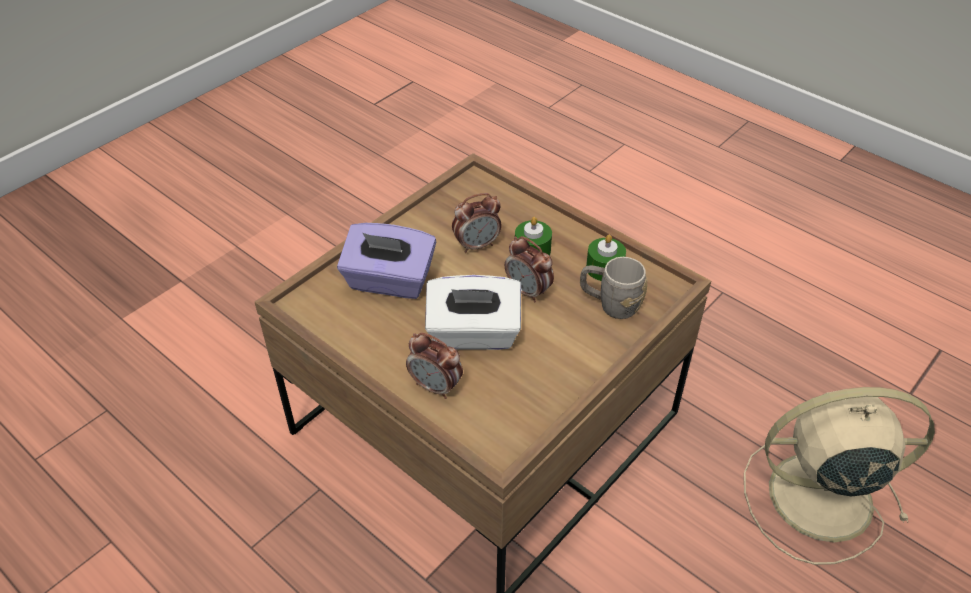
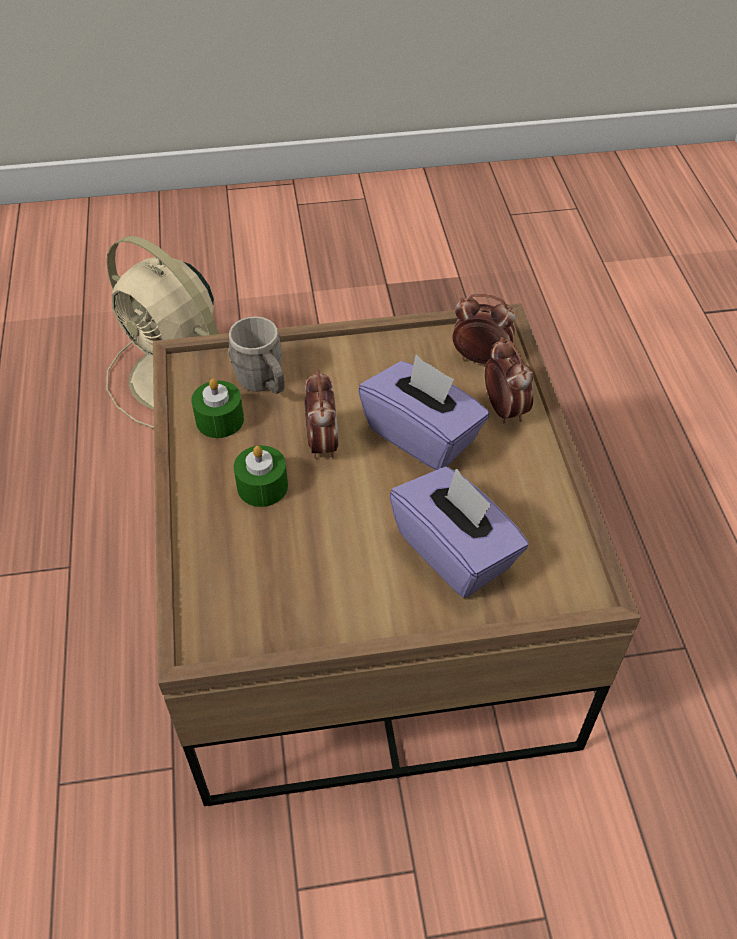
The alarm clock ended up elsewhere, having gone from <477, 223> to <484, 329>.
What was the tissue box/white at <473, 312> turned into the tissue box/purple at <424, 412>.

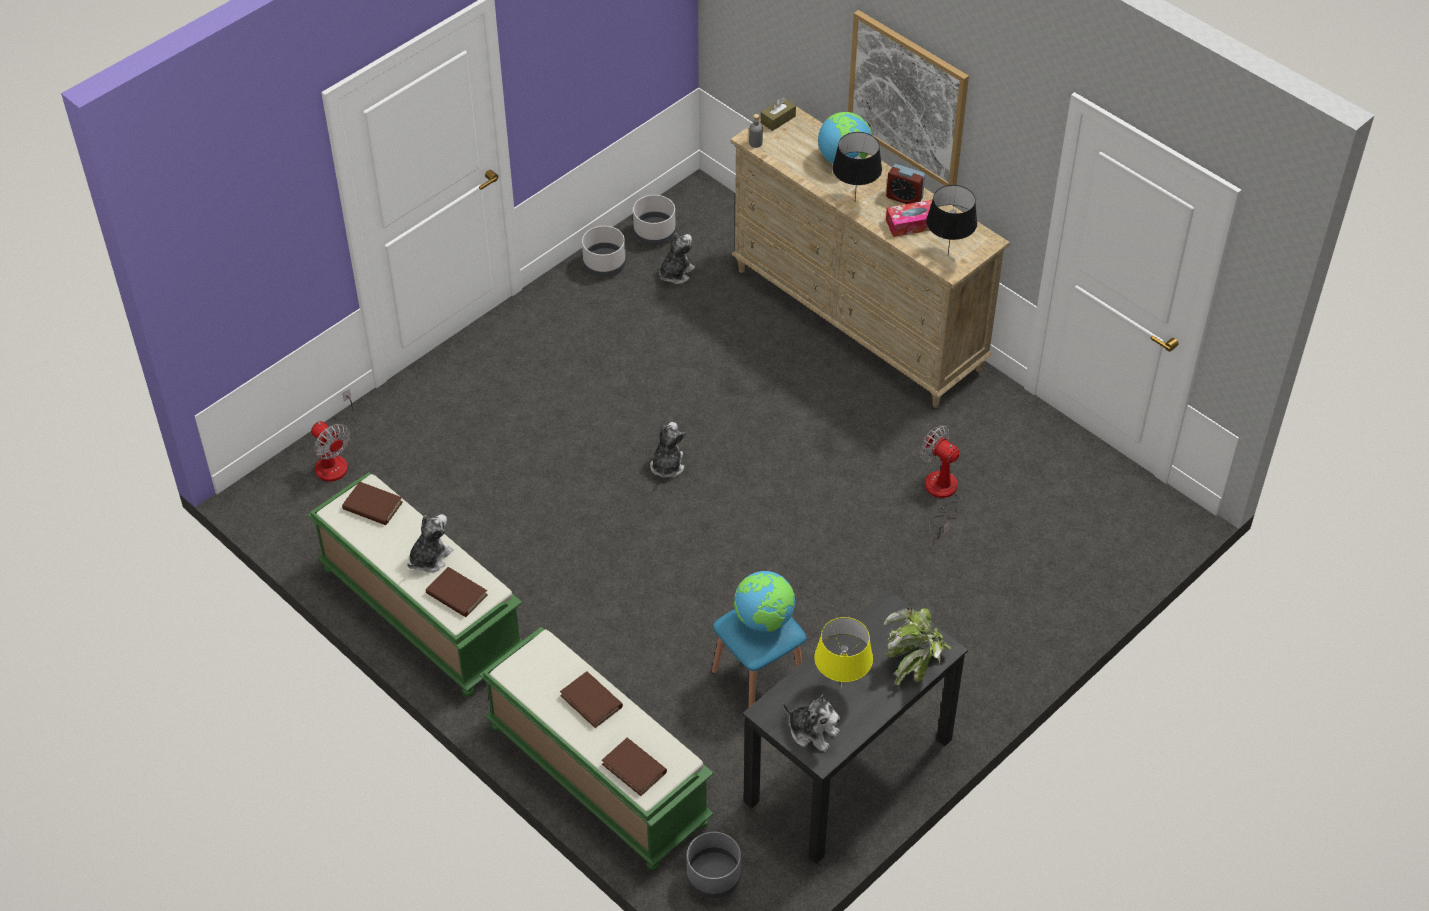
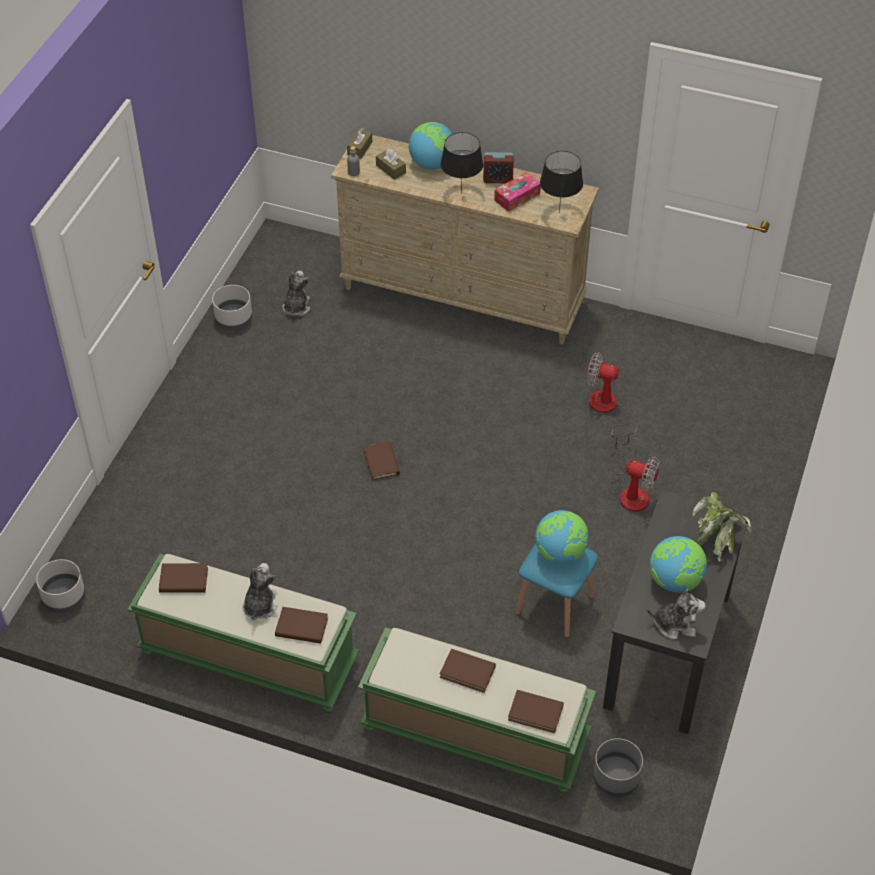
The second view lost the picture at <908, 98>.
The planter/grey ended up elsewhere, having gone from <654, 220> to <60, 586>.
The fan ended up elsewhere, having gone from <334, 435> to <634, 470>.
Where the plush toy stood at <667, 450>, the book/brown came to stand at <381, 461>.
Where the table lamp/yellow stood at <843, 652>, the globe came to stand at <678, 564>.
The second view gained the tissue box/brown at <391, 164>.

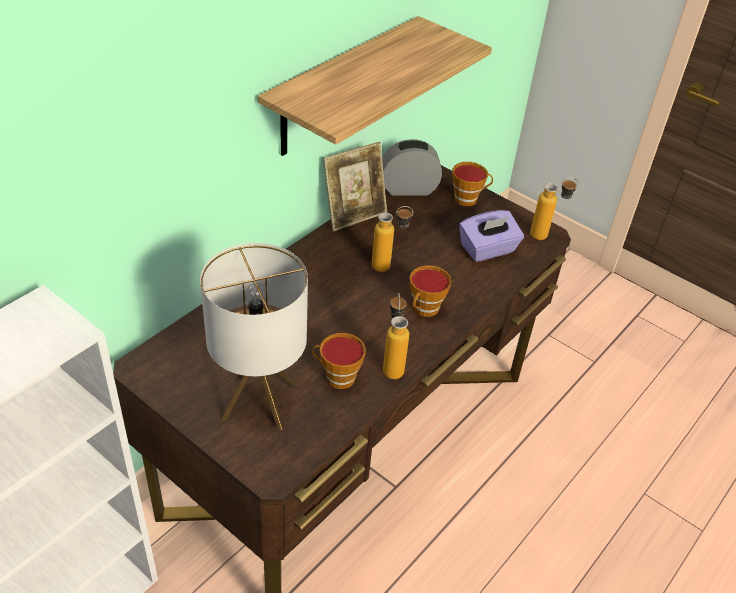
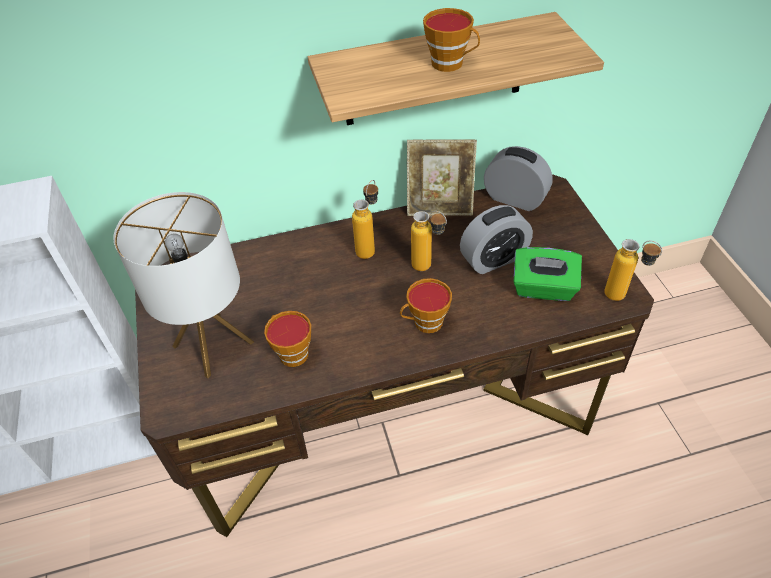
The cup ended up elsewhere, having gone from <472, 184> to <451, 40>.
What was the tissue box/purple at <491, 236> turned into the tissue box/green at <548, 274>.
The bottle ended up elsewhere, having gone from <396, 336> to <365, 219>.
The second view gained the alarm clock at <496, 239>.

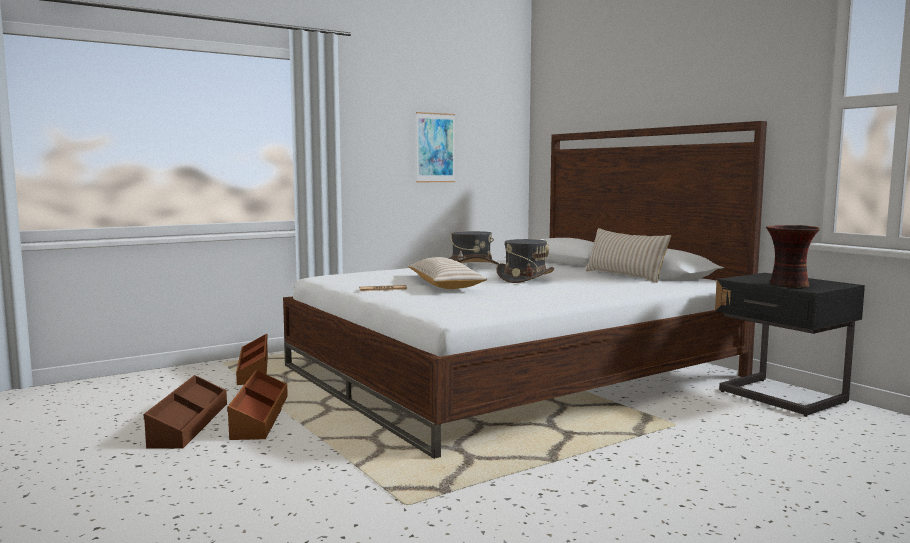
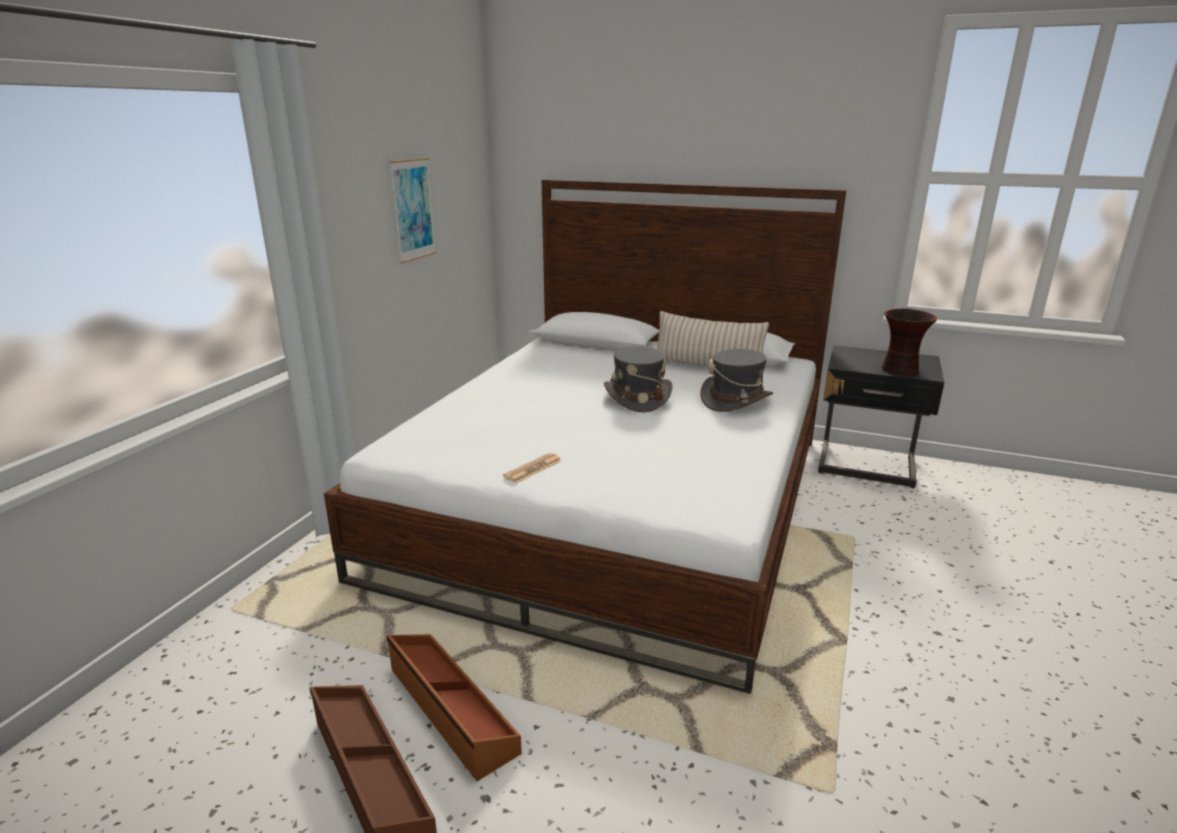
The hat/grey ended up elsewhere, having gone from <474, 248> to <736, 380>.
The second view lost the pillow/beige at <447, 273>.
The second view lost the storage box/brown at <252, 359>.

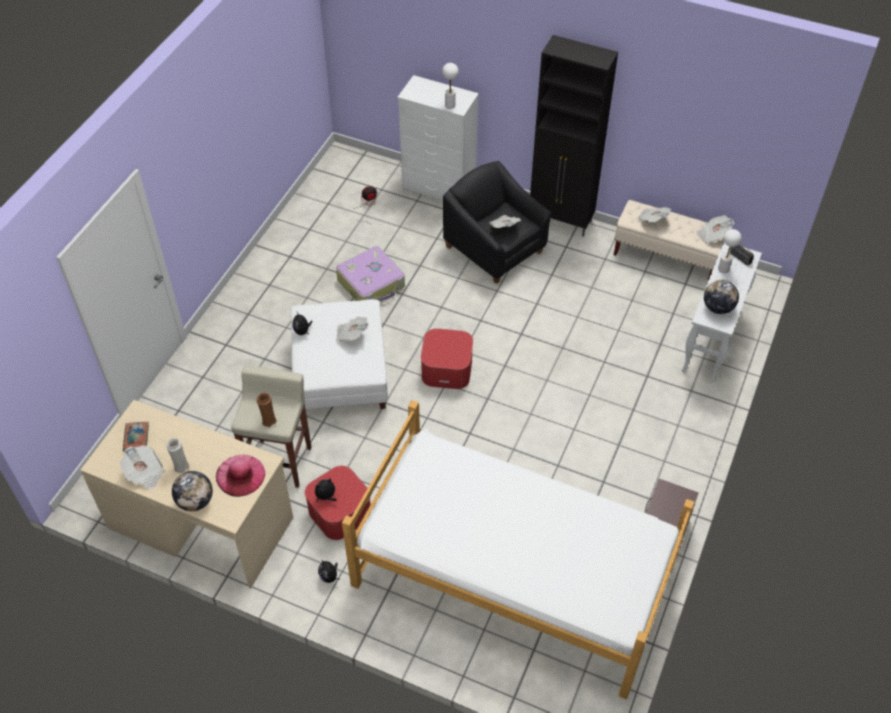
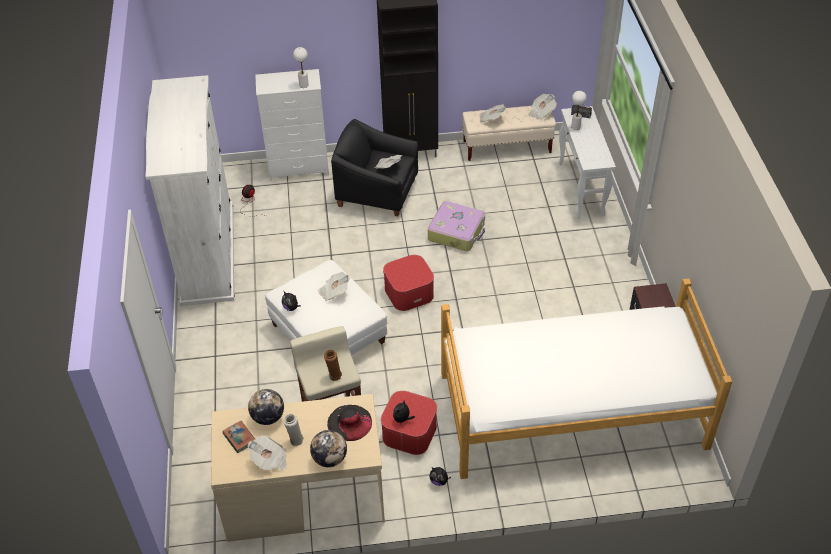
The suitcase ended up elsewhere, having gone from <370, 273> to <456, 226>.
The globe ended up elsewhere, having gone from <721, 297> to <266, 407>.
What was the hat/pink at <240, 476> turned into the hat/black at <349, 423>.
The second view gained the wardrobe/white at <189, 190>.

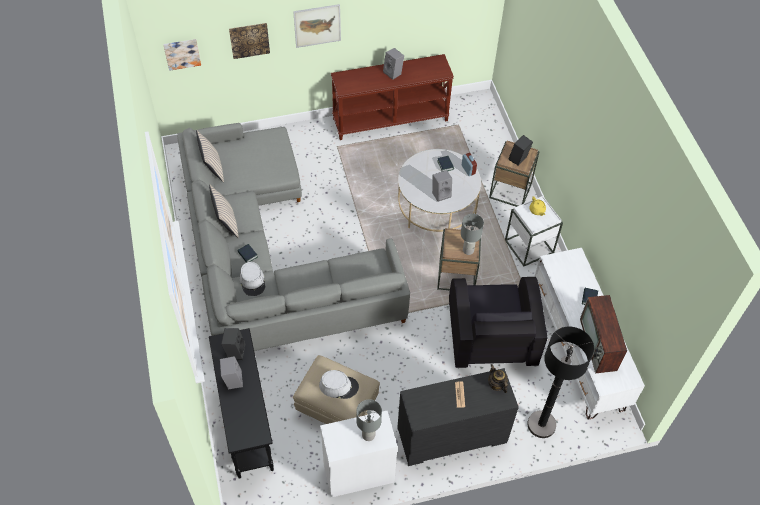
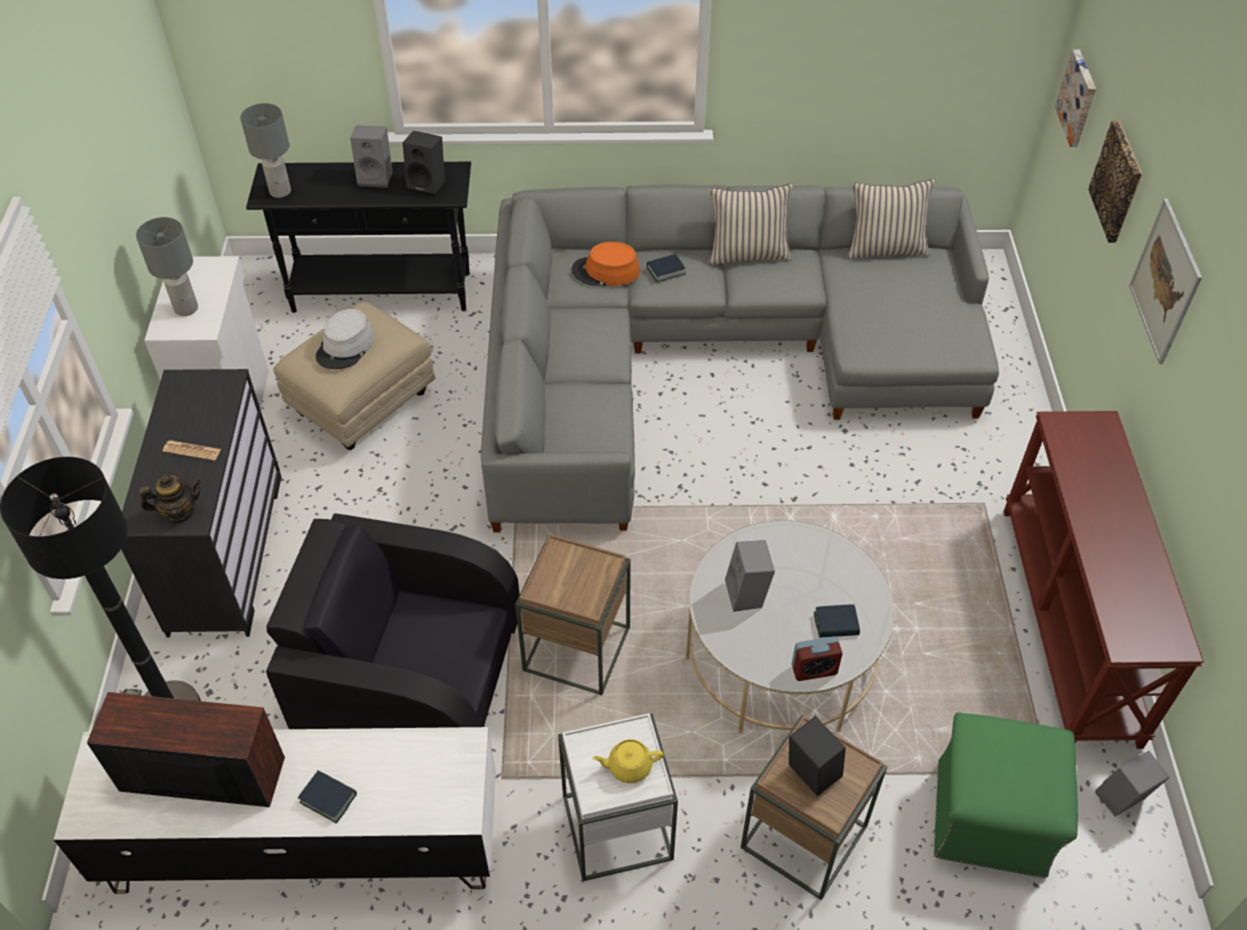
The speaker/grey ended up elsewhere, having gone from <393, 64> to <1132, 784>.
The table lamp/grey ended up elsewhere, having gone from <472, 234> to <265, 150>.
What was the hat/grey at <253, 279> turned into the hat/orange at <606, 264>.
The second view gained the ottoman/green at <1006, 795>.

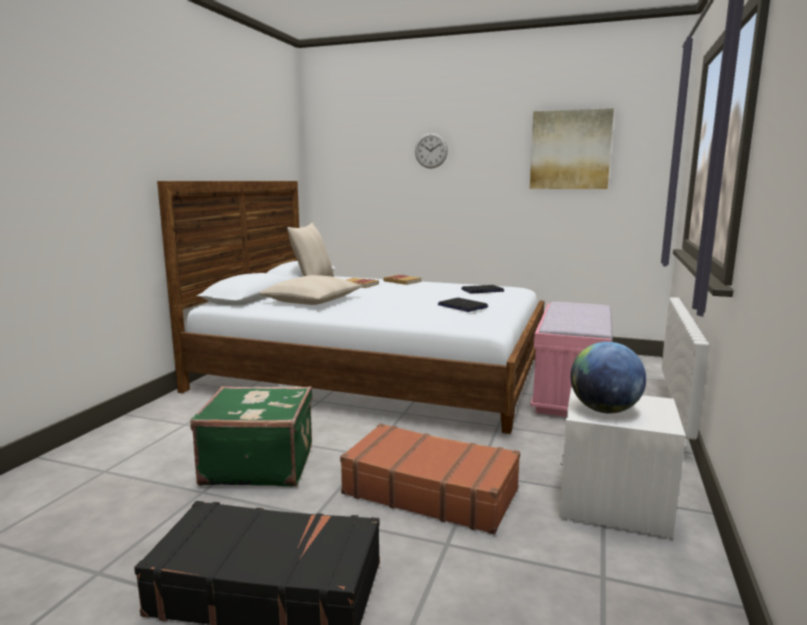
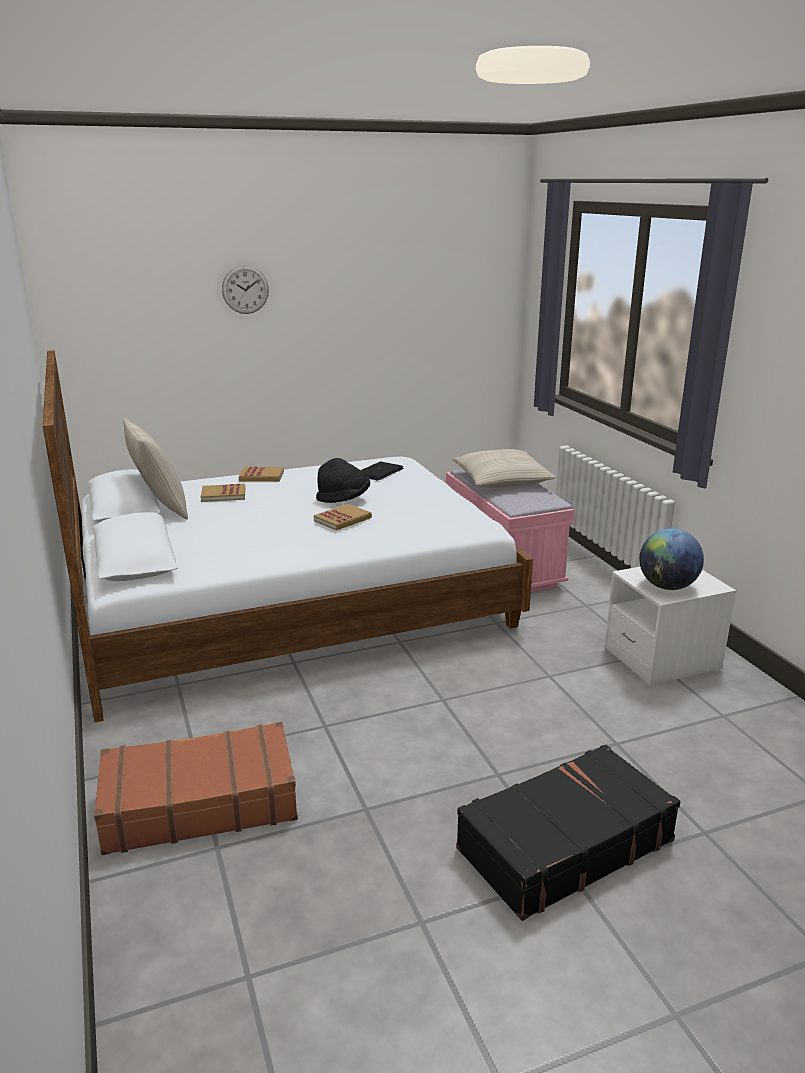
The second view lost the picture at <572, 148>.
The pillow/beige ended up elsewhere, having gone from <310, 290> to <504, 468>.
The second view lost the laptop at <463, 305>.
The second view lost the suitcase/green at <251, 436>.
The suitcase/brown ended up elsewhere, having gone from <430, 479> to <196, 788>.
The second view gained the hat/black at <343, 480>.
The second view gained the book at <343, 517>.

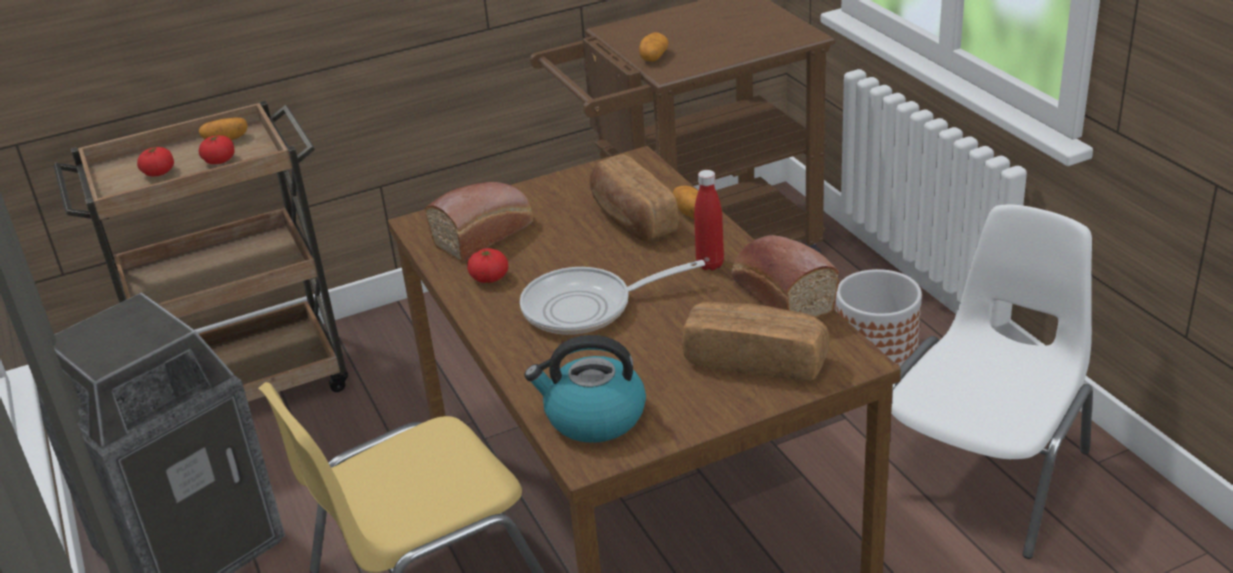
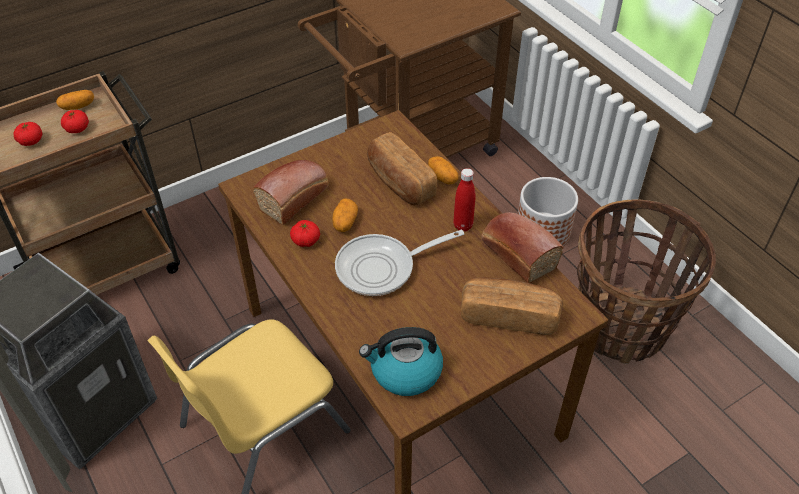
The potato ended up elsewhere, having gone from <654, 47> to <345, 215>.
Where the chair/white stood at <992, 381>, the basket came to stand at <646, 281>.

